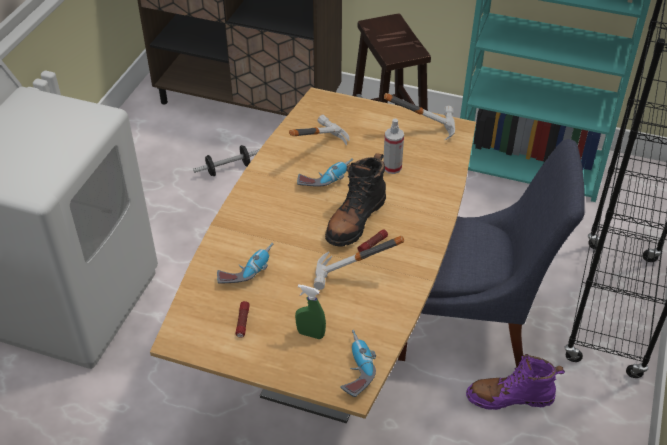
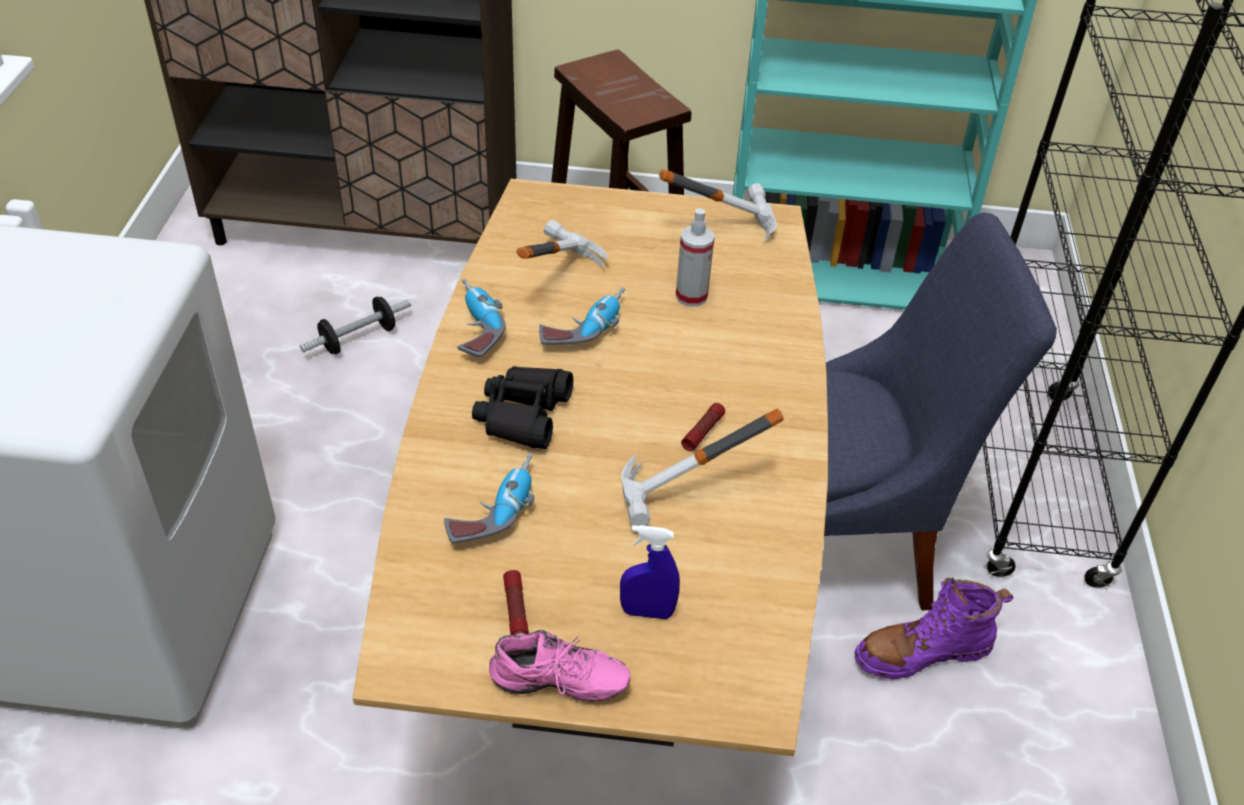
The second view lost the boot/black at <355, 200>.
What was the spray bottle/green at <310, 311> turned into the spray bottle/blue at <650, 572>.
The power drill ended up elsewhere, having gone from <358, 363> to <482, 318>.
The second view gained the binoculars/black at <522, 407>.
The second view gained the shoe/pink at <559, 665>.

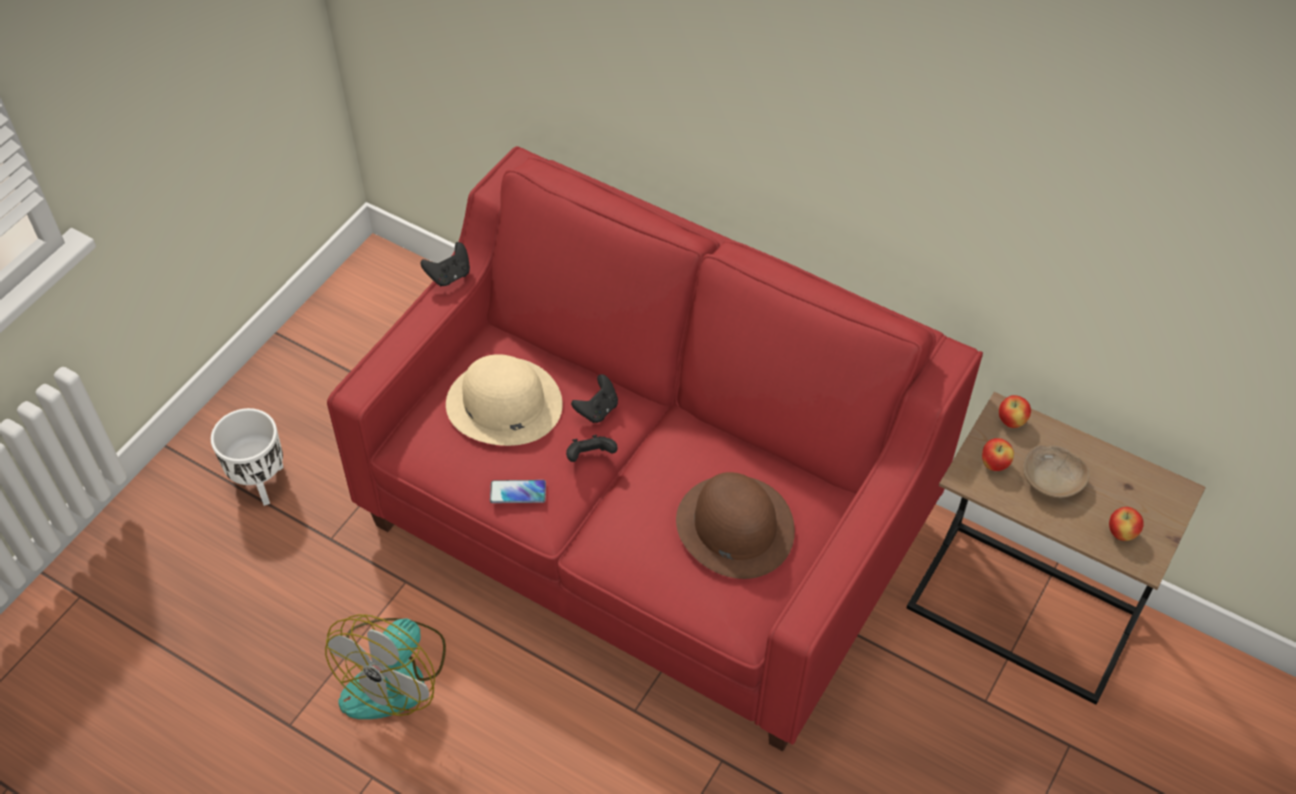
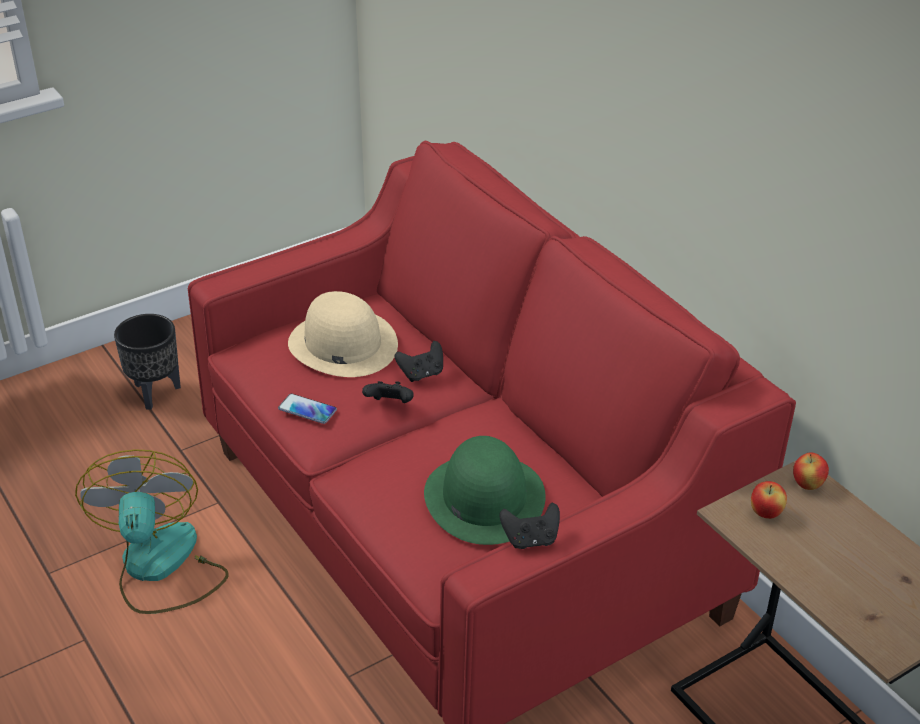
The game controller/black ended up elsewhere, having gone from <445, 264> to <530, 526>.
What was the planter/white at <247, 457> turned into the planter/black at <147, 362>.
The second view lost the bowl/beige at <1056, 471>.
What was the hat/brown at <735, 525> turned into the hat/green at <485, 490>.
The second view lost the apple at <1126, 524>.
The fan at <385, 666> ended up facing another way, 120 degrees clockwise from before.

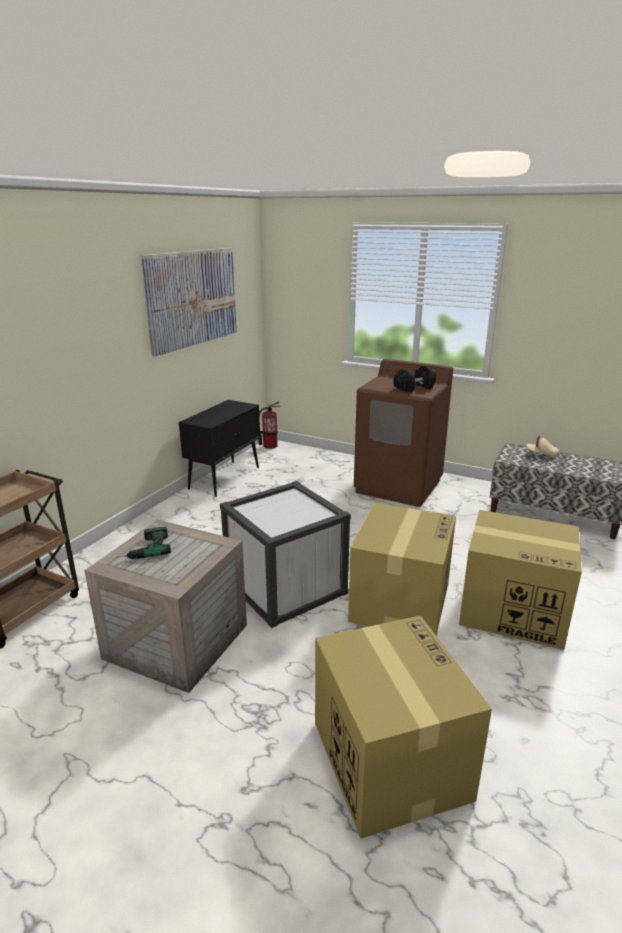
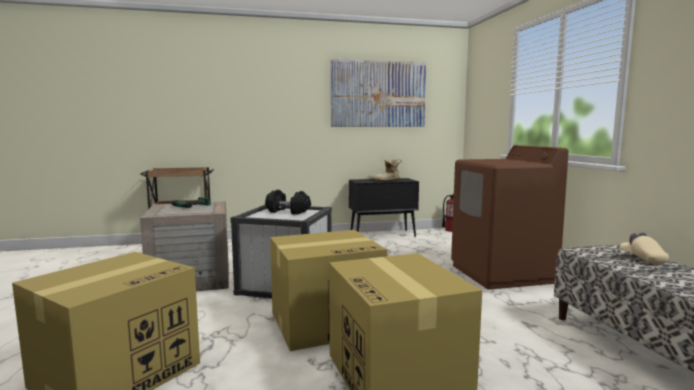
The dumbbell/black ended up elsewhere, having gone from <414, 379> to <288, 202>.
The second view gained the boot at <387, 170>.

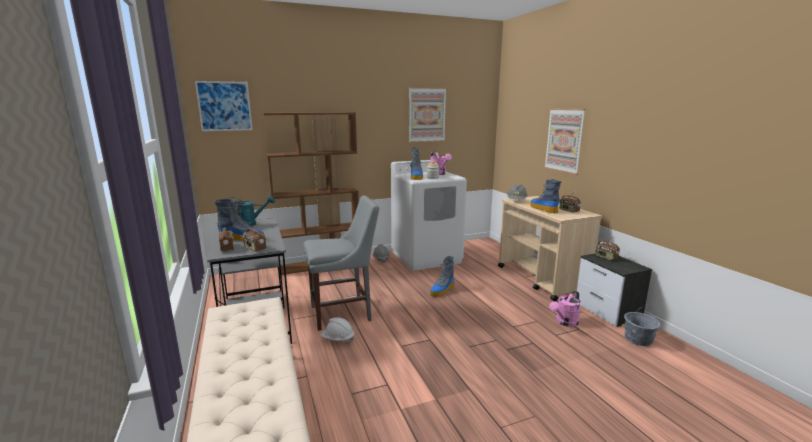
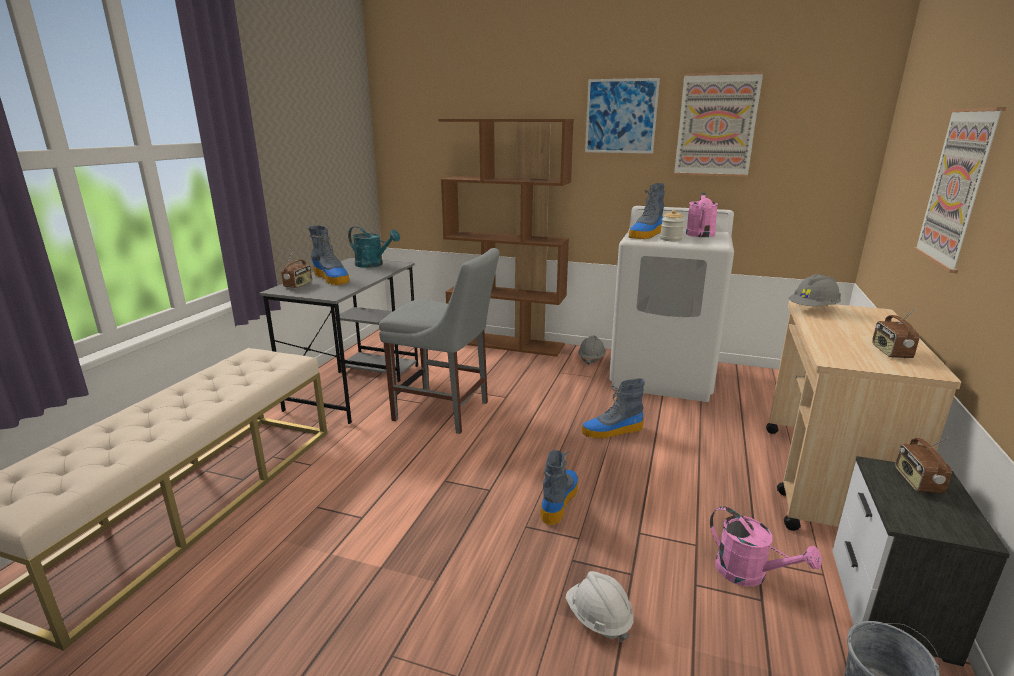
The picture ended up elsewhere, having gone from <224, 106> to <622, 115>.
The boot ended up elsewhere, having gone from <546, 196> to <559, 487>.
The second view lost the radio at <254, 237>.
The watering can/pink at <565, 309> ended up facing another way, 135 degrees counterclockwise from before.
The hard hat/white ended up elsewhere, having gone from <338, 329> to <600, 606>.

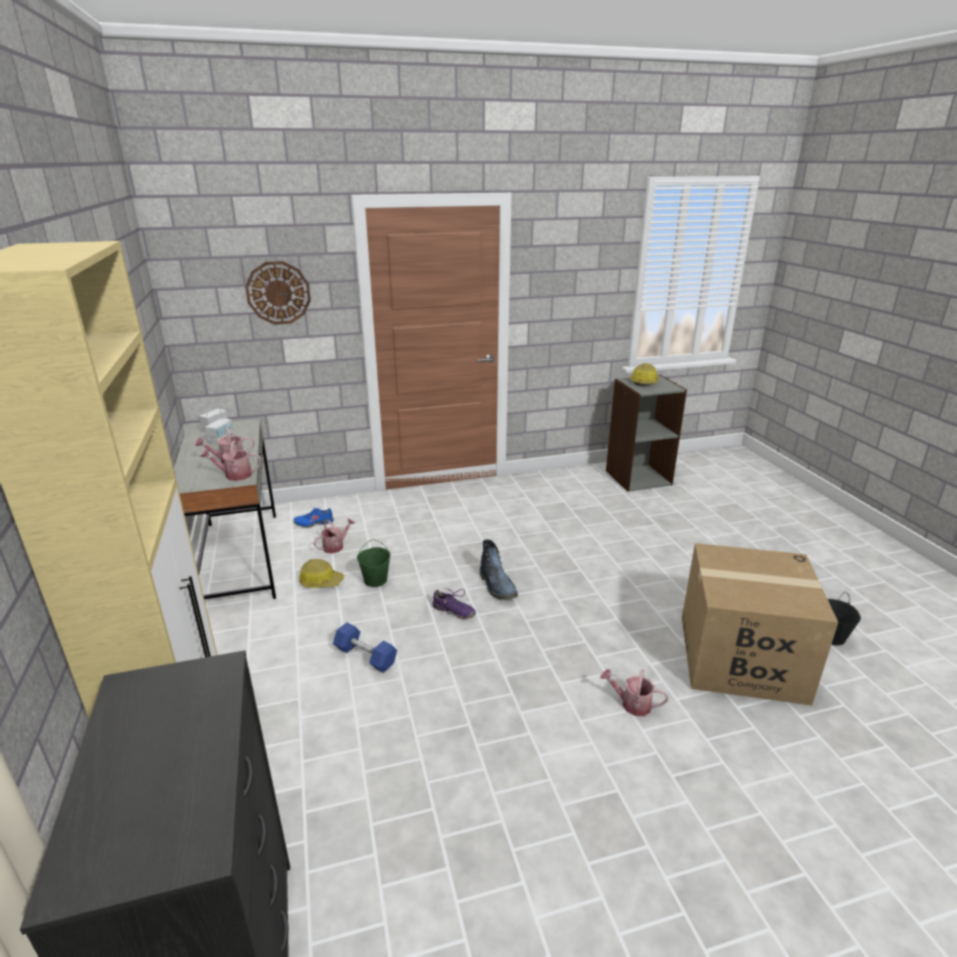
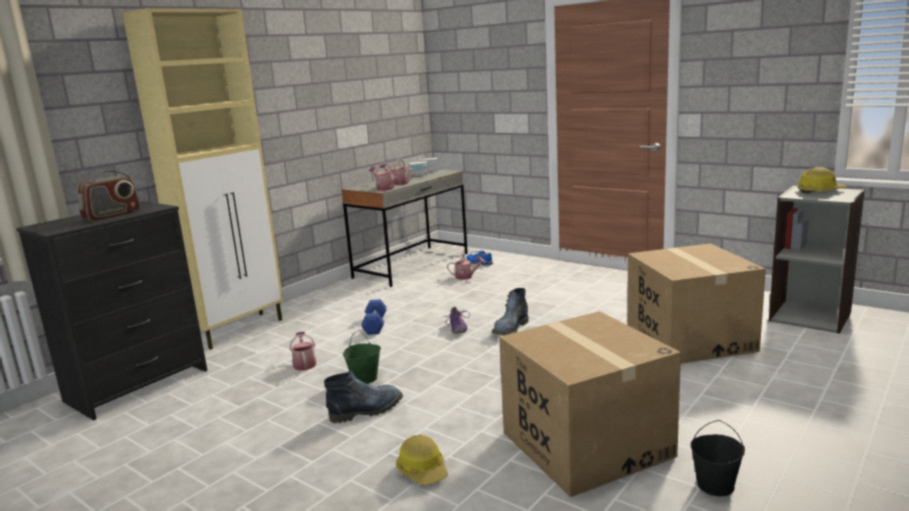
The second view lost the wall clock at <278, 293>.
The bucket/green ended up elsewhere, having gone from <373, 563> to <362, 357>.
The hard hat ended up elsewhere, having gone from <321, 573> to <422, 460>.
The watering can ended up elsewhere, having gone from <634, 692> to <303, 351>.
The second view gained the radio at <109, 196>.
The second view gained the cardboard box at <696, 303>.
The second view gained the boot at <363, 396>.

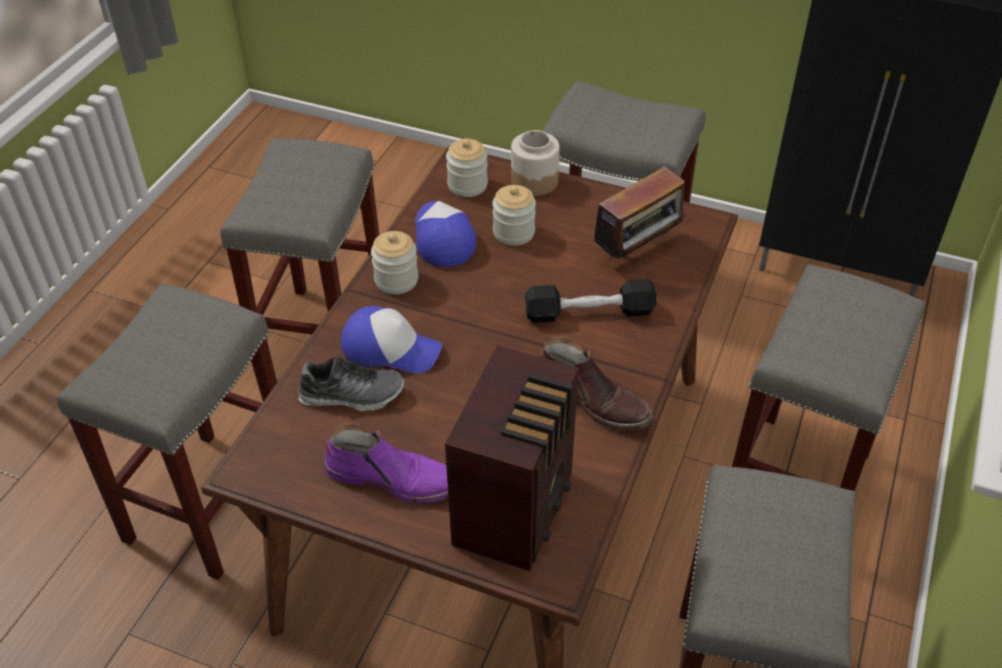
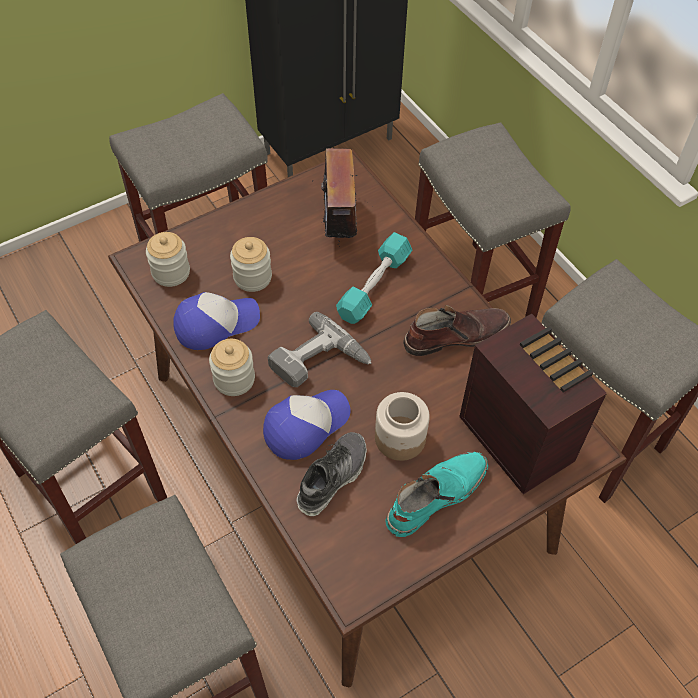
The jar ended up elsewhere, having gone from <535, 163> to <402, 426>.
The cap at <445, 234> ended up facing another way, 135 degrees clockwise from before.
What was the dumbbell/black at <590, 301> turned into the dumbbell/turquoise at <374, 278>.
What was the boot/purple at <386, 463> turned into the boot/turquoise at <437, 494>.
The second view gained the power drill at <319, 349>.

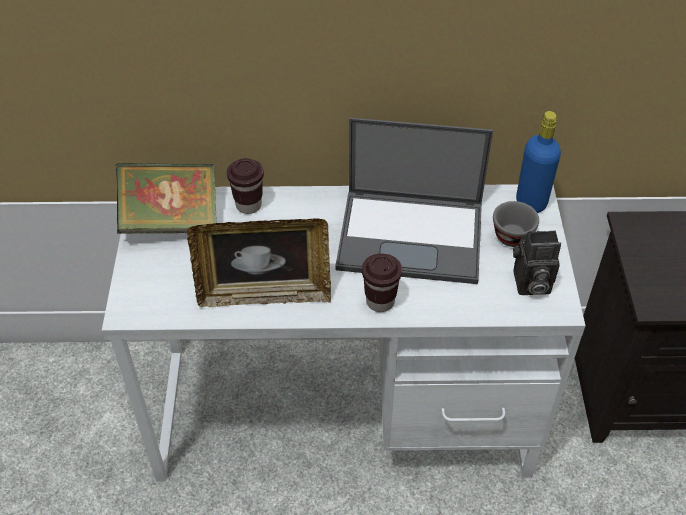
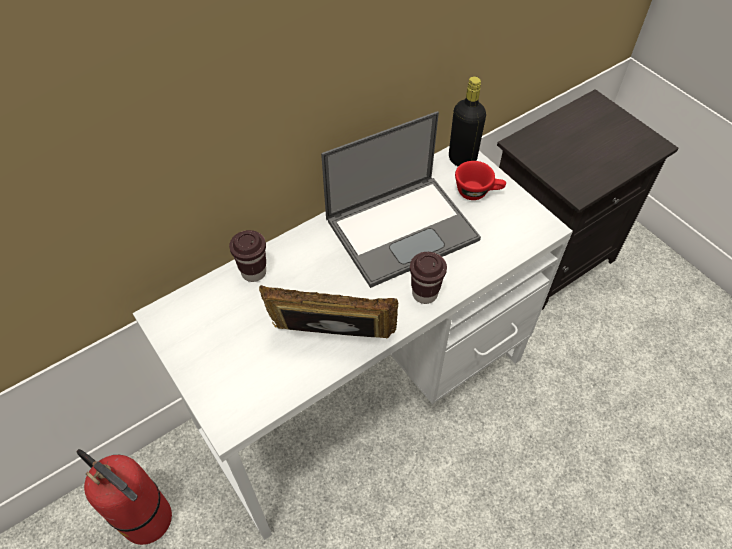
What was the bottle/blue at <538, 162> turned into the bottle/black at <467, 121>.
The second view lost the book at <166, 198>.
What was the cup/grey at <516, 224> turned into the cup/red at <480, 180>.
The picture frame at <259, 263> ended up facing another way, 135 degrees counterclockwise from before.
The second view lost the photo camera at <537, 262>.
The second view gained the fire extinguisher at <124, 497>.

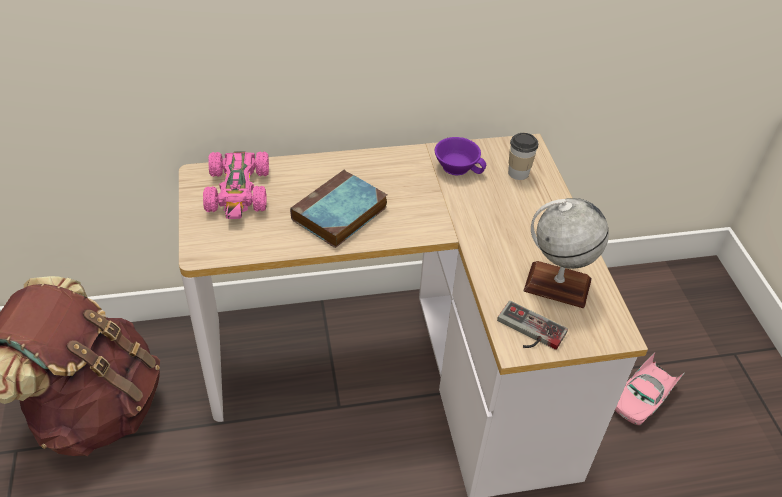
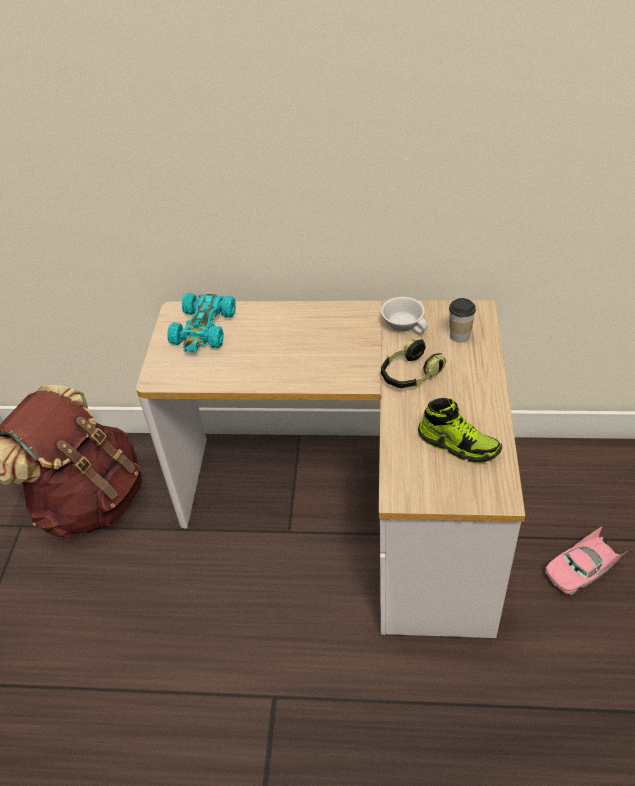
What was the cup/purple at <460, 156> turned into the cup/white at <404, 315>.
What was the toy car/pink at <236, 185> turned into the toy car/turquoise at <201, 323>.
The second view lost the book at <338, 209>.
Where the globe stood at <566, 253>, the shoe came to stand at <460, 430>.
The second view lost the game controller at <532, 325>.
The second view gained the headphones at <413, 363>.

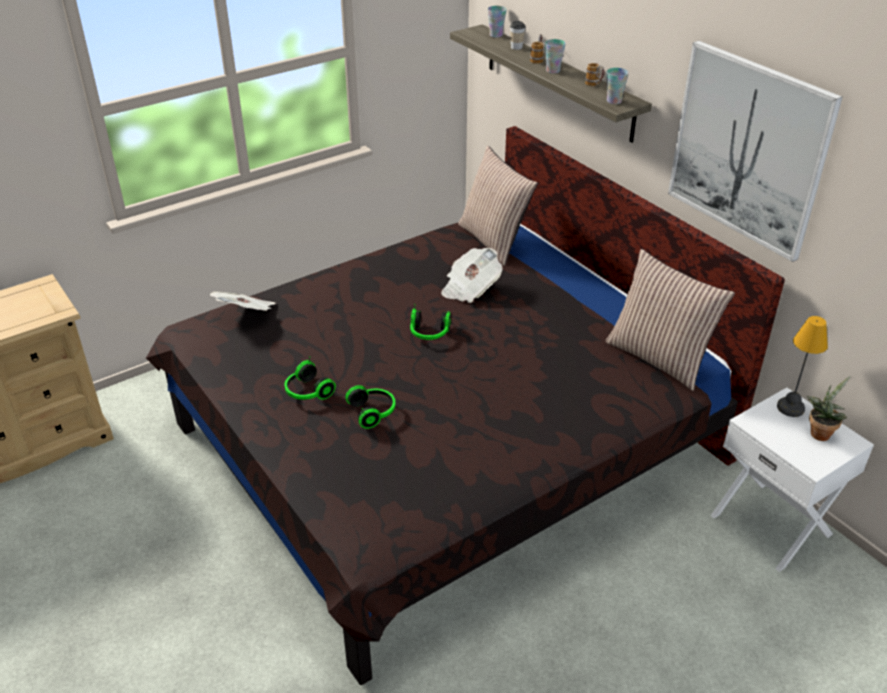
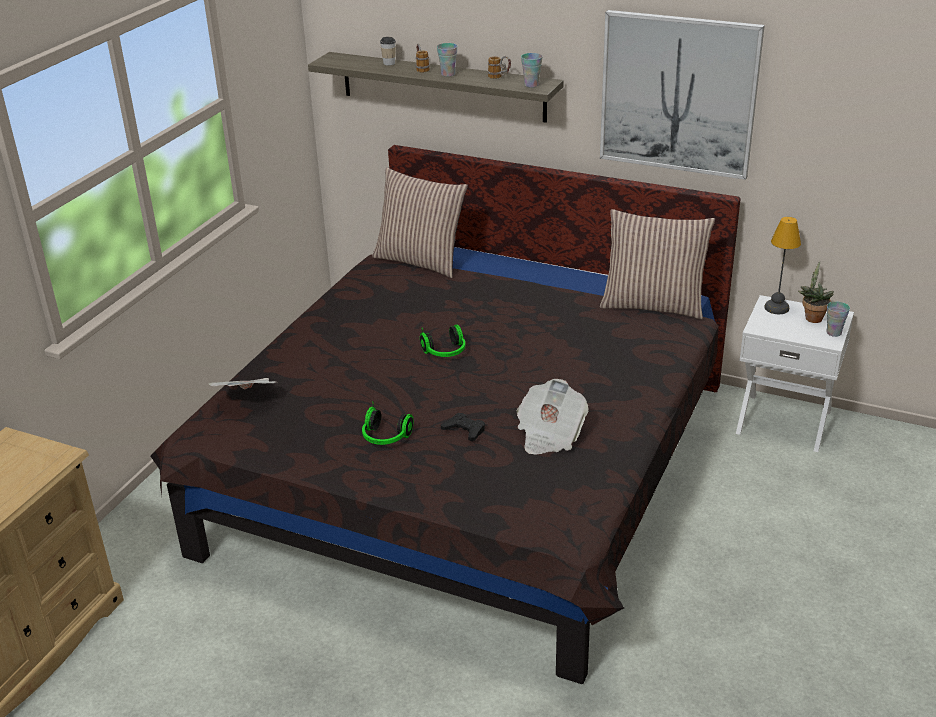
The cup ended up elsewhere, having gone from <497, 22> to <838, 319>.
The newspaper ended up elsewhere, having gone from <471, 275> to <552, 417>.
Where the headphones stood at <370, 407>, the game controller/black came to stand at <463, 427>.

